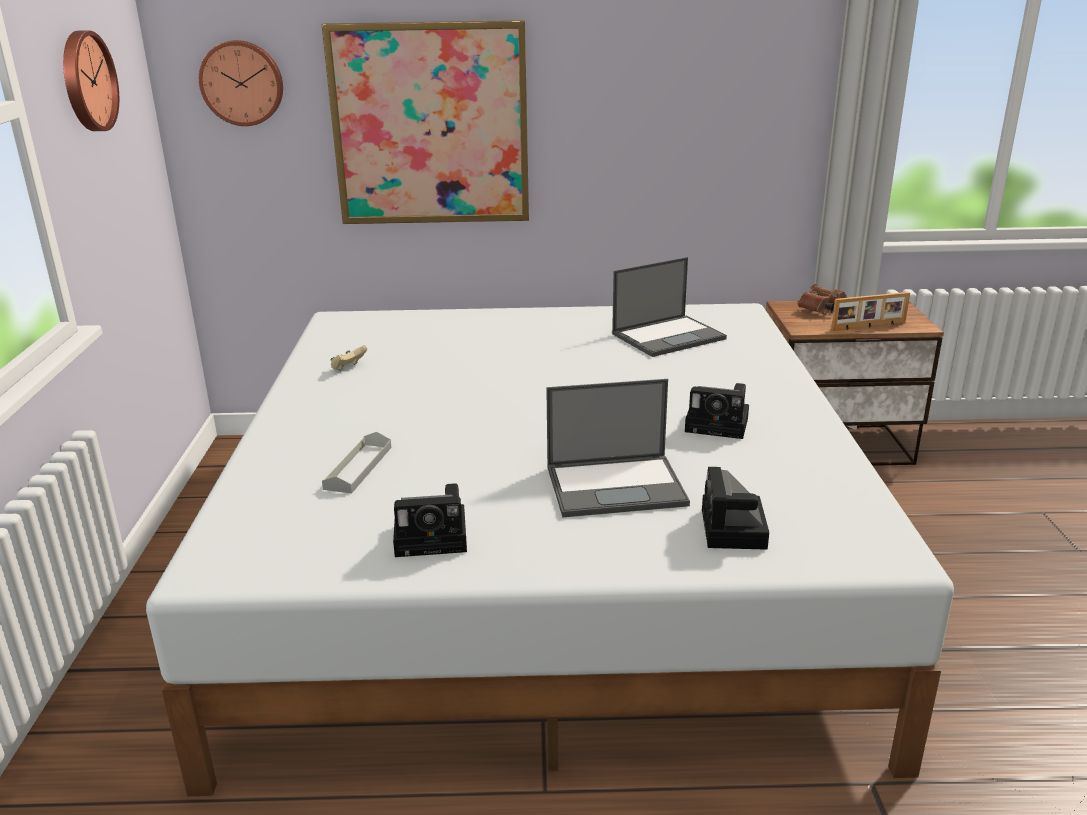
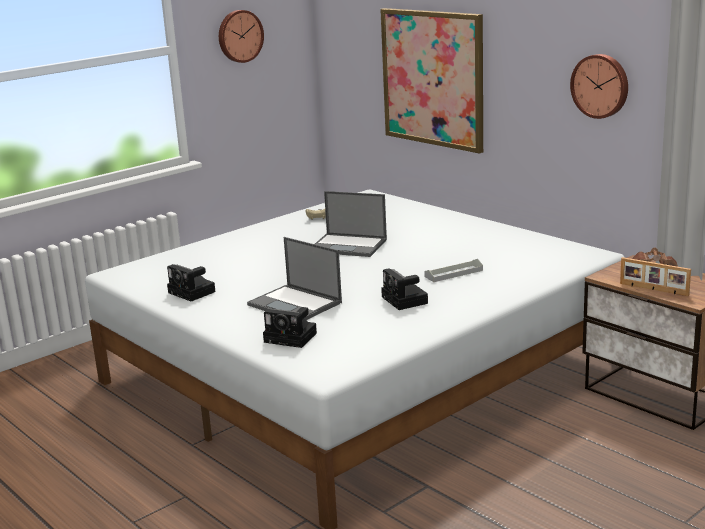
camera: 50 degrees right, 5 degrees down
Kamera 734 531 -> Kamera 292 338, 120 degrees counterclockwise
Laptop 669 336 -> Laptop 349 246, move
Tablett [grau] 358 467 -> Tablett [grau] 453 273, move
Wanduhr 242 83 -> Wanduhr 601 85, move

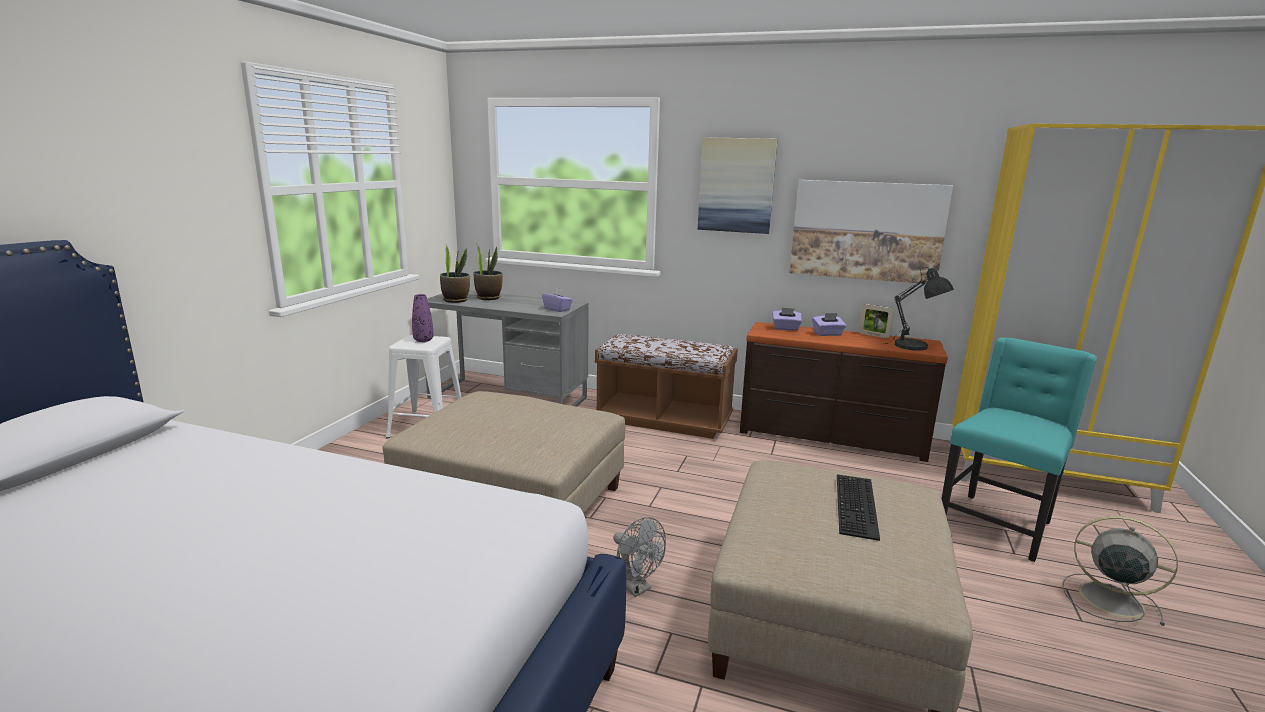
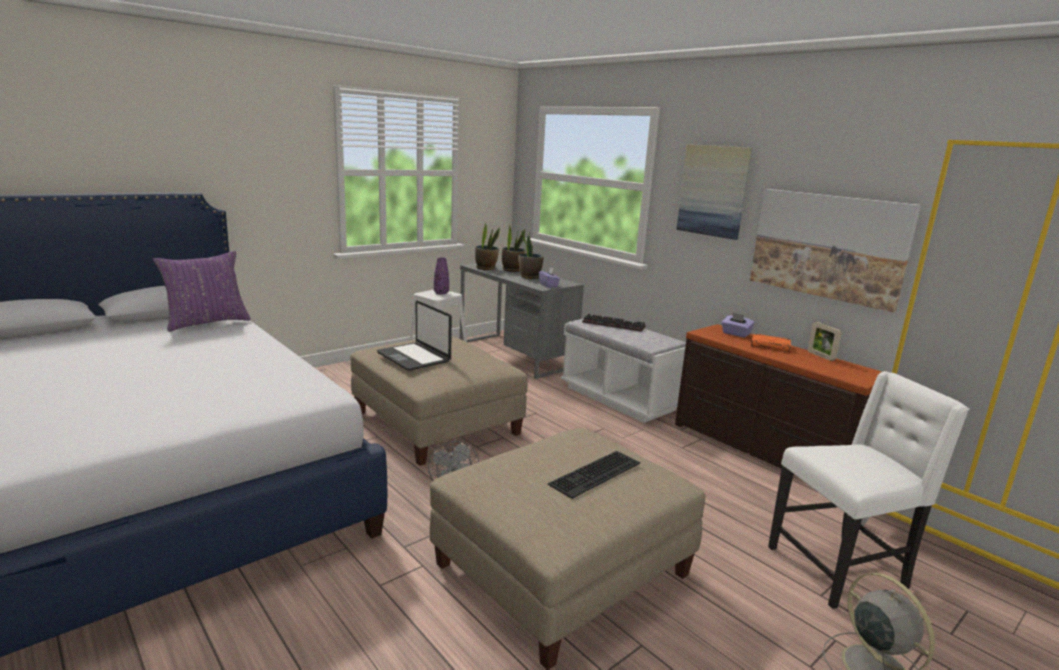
camera: 30 degrees right, 0 degrees up
none -> Kissen [lila] 207 323
none -> Laptop 414 357
none -> Topfpflanze 529 277
Bank [braun] 664 420 -> Bank [weiß] 619 398
none -> Tastatur 614 324
Taschentuchbox [lila] 827 334 -> Buch [orange] 770 346
Stuhl [türkis] 996 524 -> Stuhl [weiß] 839 569
Tischlampe [grau] 914 347 -> none

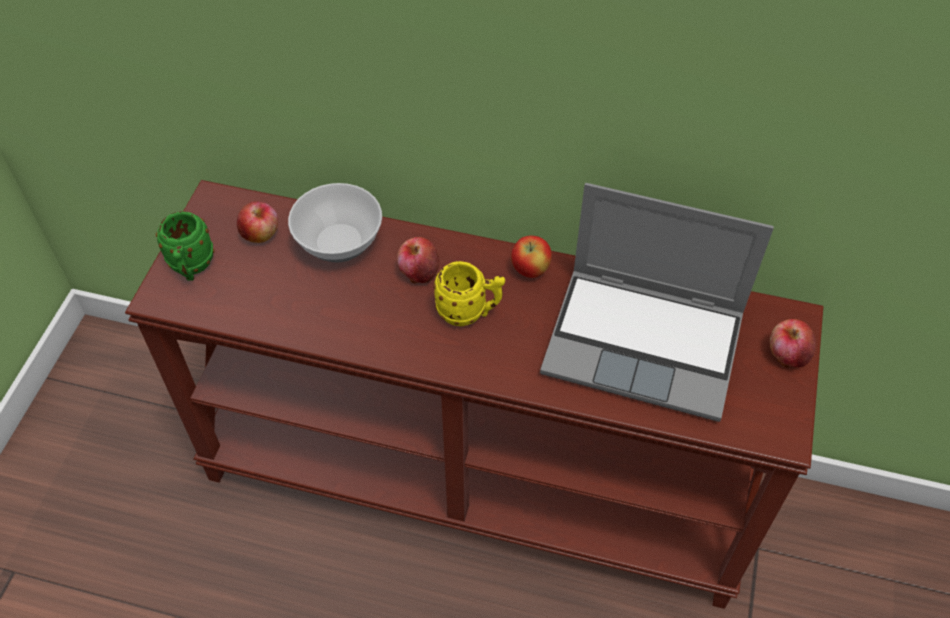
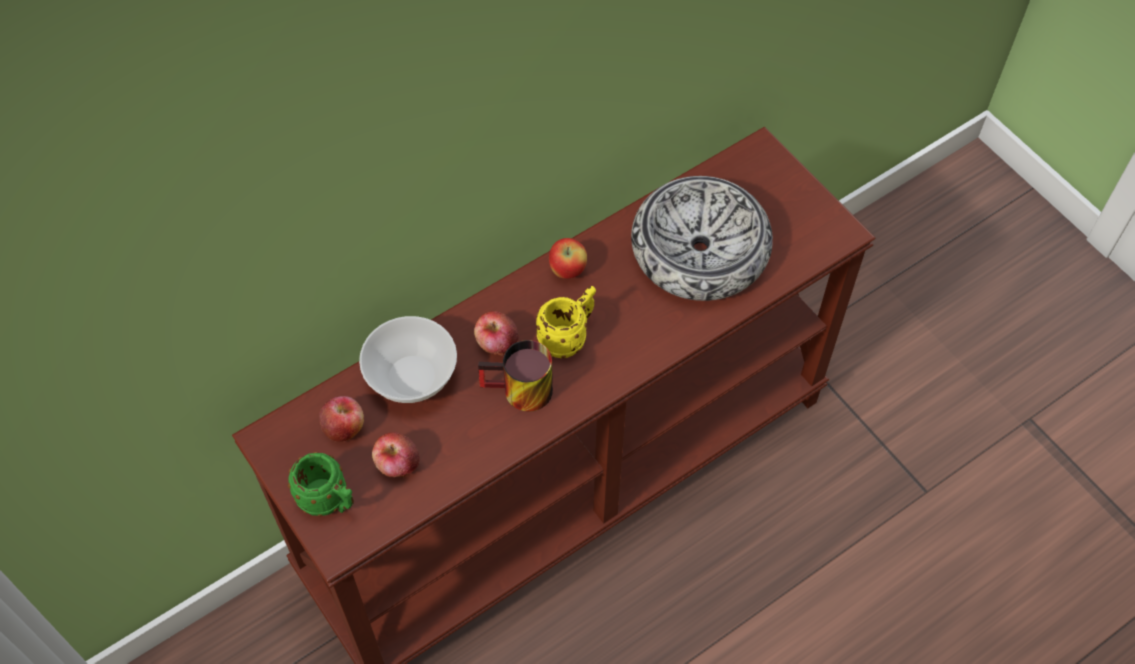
camera: 50 degrees left, 5 degrees up
Apfel 787 354 -> Apfel 397 464, move
none -> Henkelbecher 519 394
Laptop 646 343 -> Schüssel 699 250

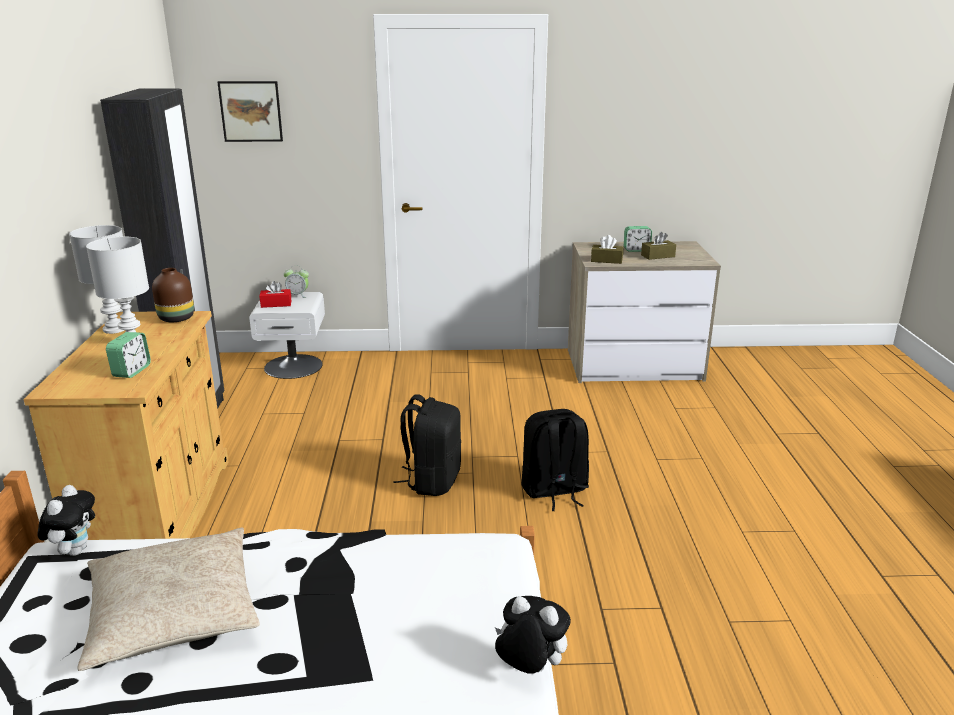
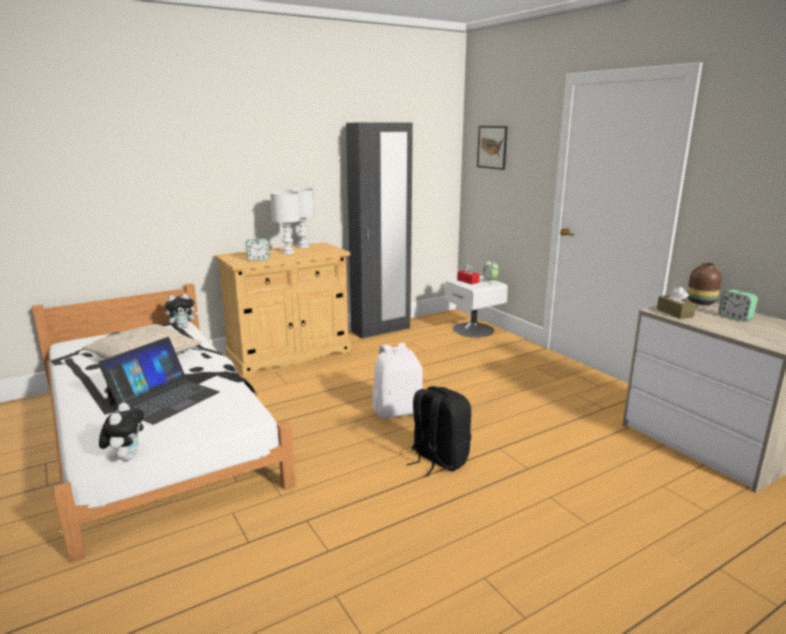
camera: 60 degrees right, 5 degrees down
none -> Laptop 164 398
Rucksack [schwarz] 432 481 -> Rucksack [weiß] 397 411
Vase [braun] 176 318 -> Vase [braun] 700 302, move
Taschentuchbox [braun] 658 256 -> none

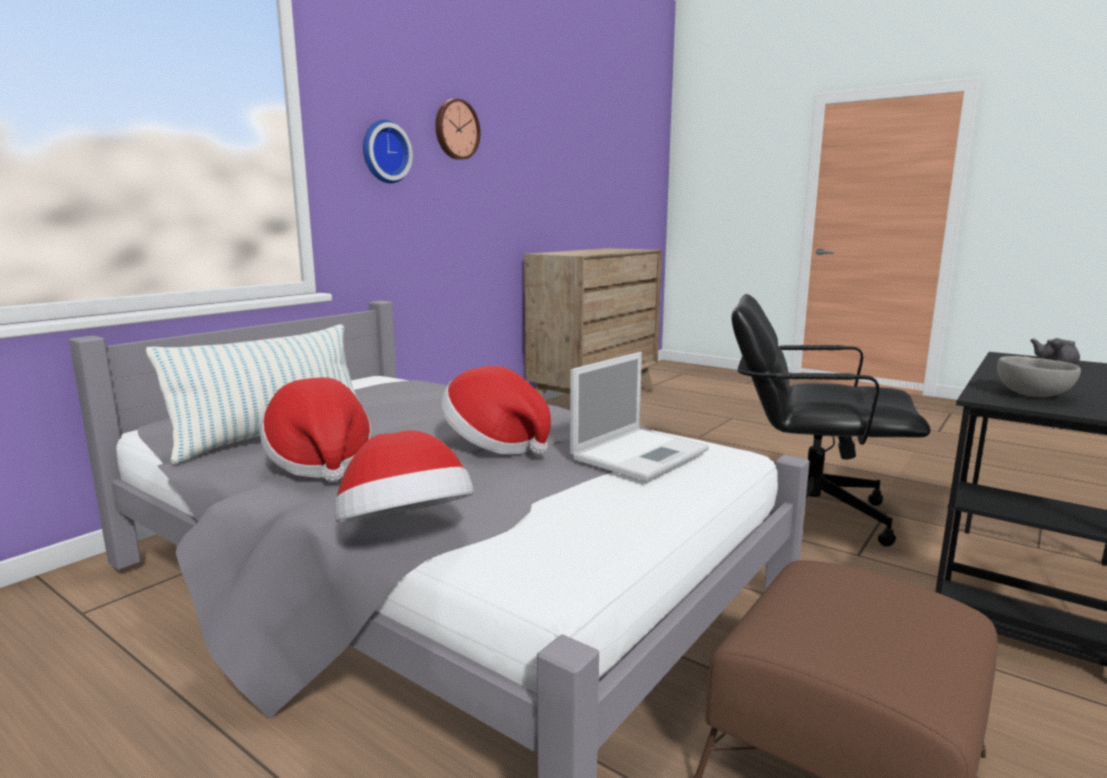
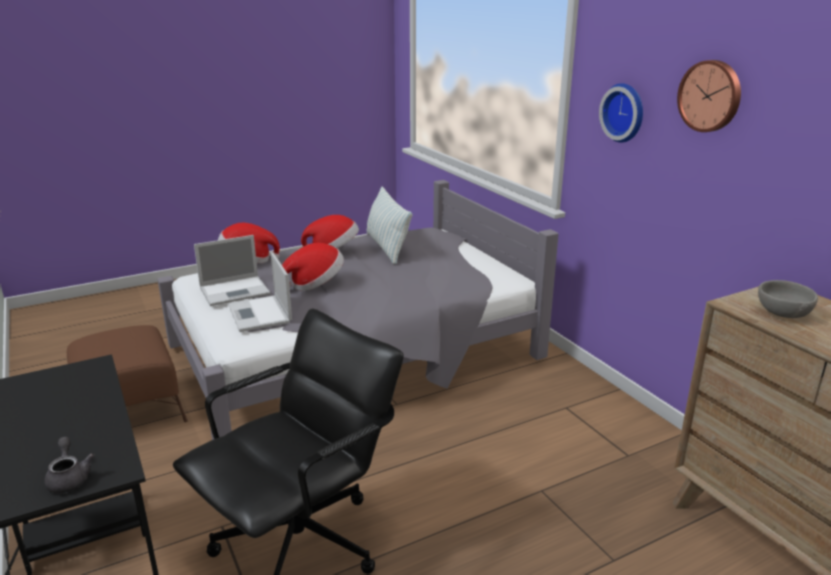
camera: 115 degrees right, 10 degrees up
none -> Laptop 236 291
Schüssel [grau] 1030 394 -> Schüssel [grau] 783 313, move

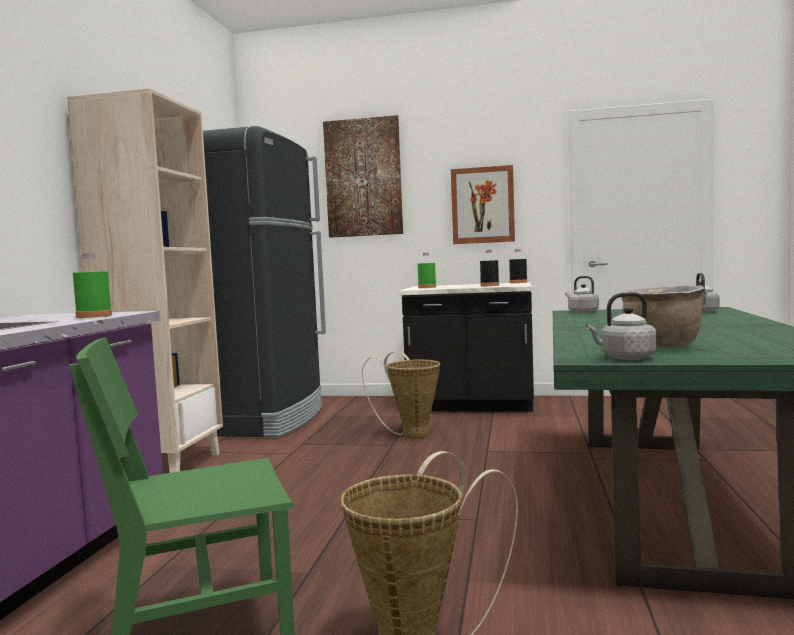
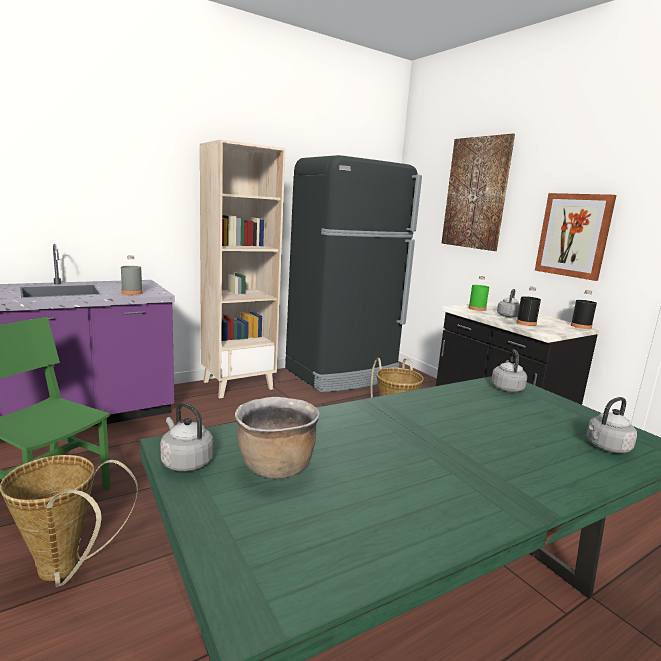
camera: 45 degrees right, 10 degrees up
Flasche [grün] 94 316 -> Flasche [grau] 132 293
none -> Wasserkessel [grau] 508 316

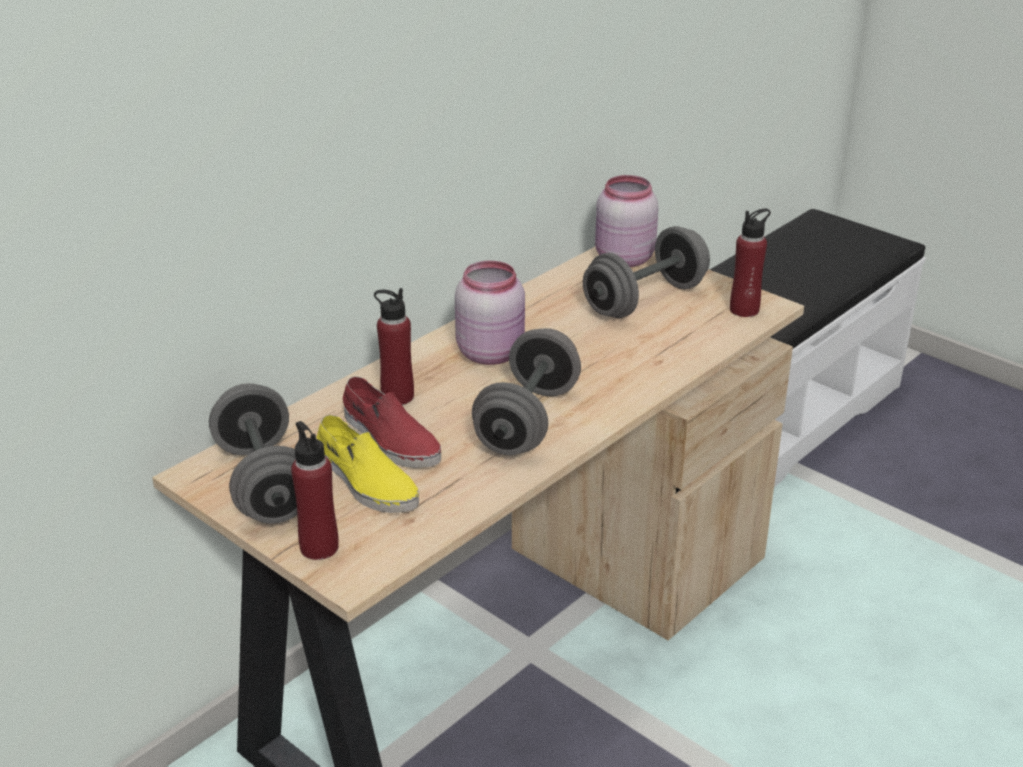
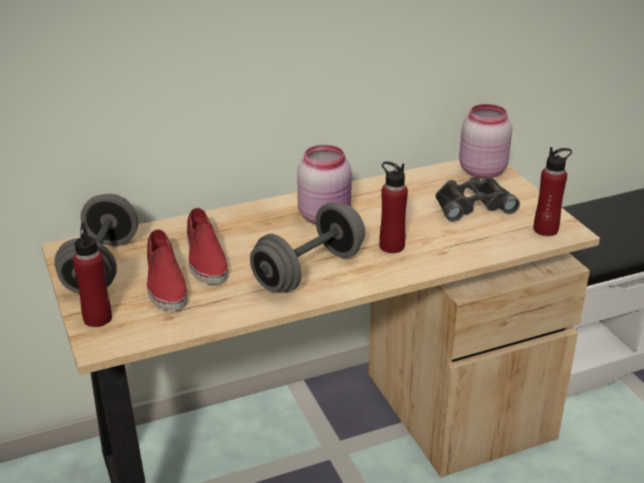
camera: 25 degrees right, 0 degrees up
Schuh [gelb] 366 481 -> Schuh [rot] 165 283
Flasche [rot] 397 396 -> Flasche [rot] 391 246, move
Hantel [grau] 645 300 -> Fernglas [schwarz] 472 204

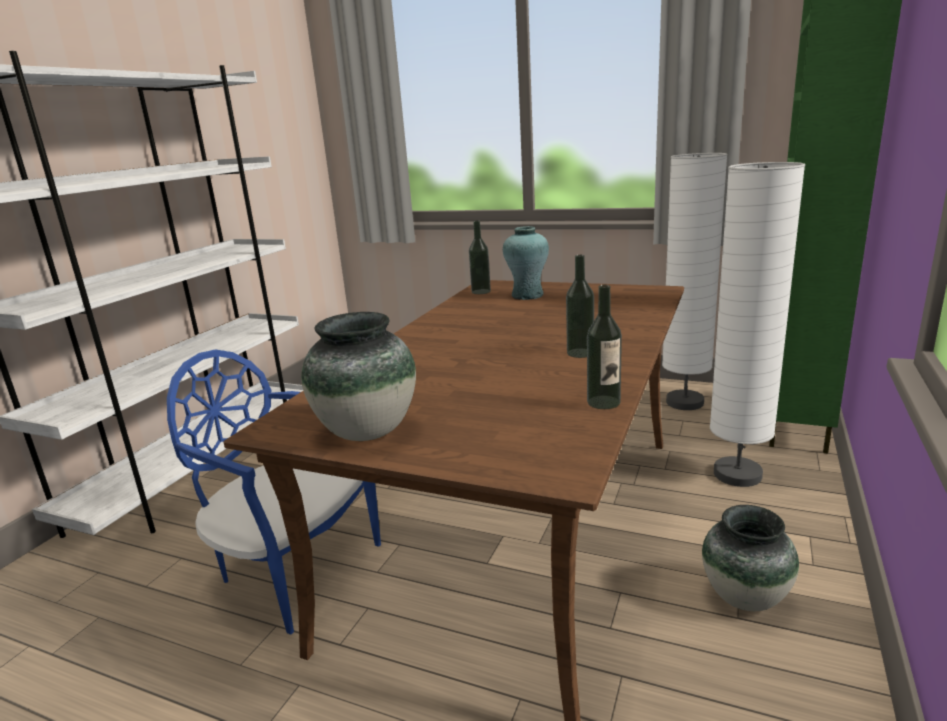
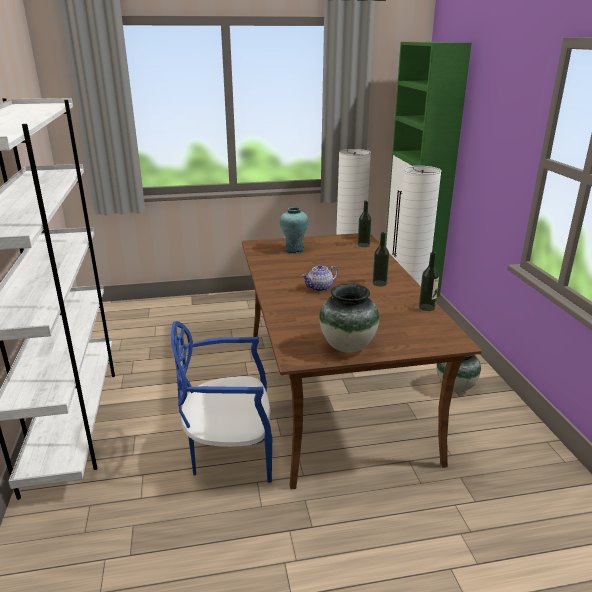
camera: 35 degrees left, 5 degrees up
none -> Teekanne 319 288
Flasche 481 291 -> Flasche 363 245, move

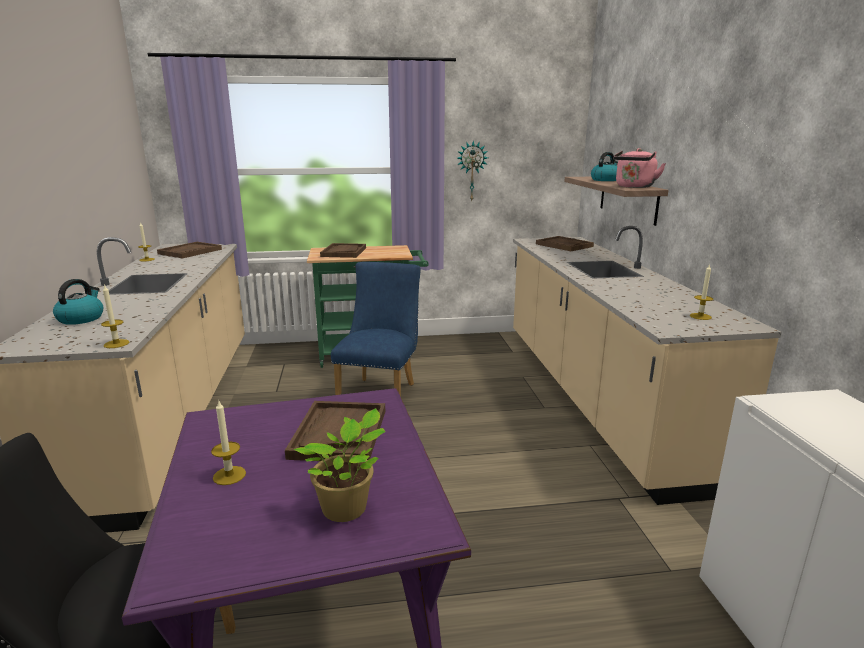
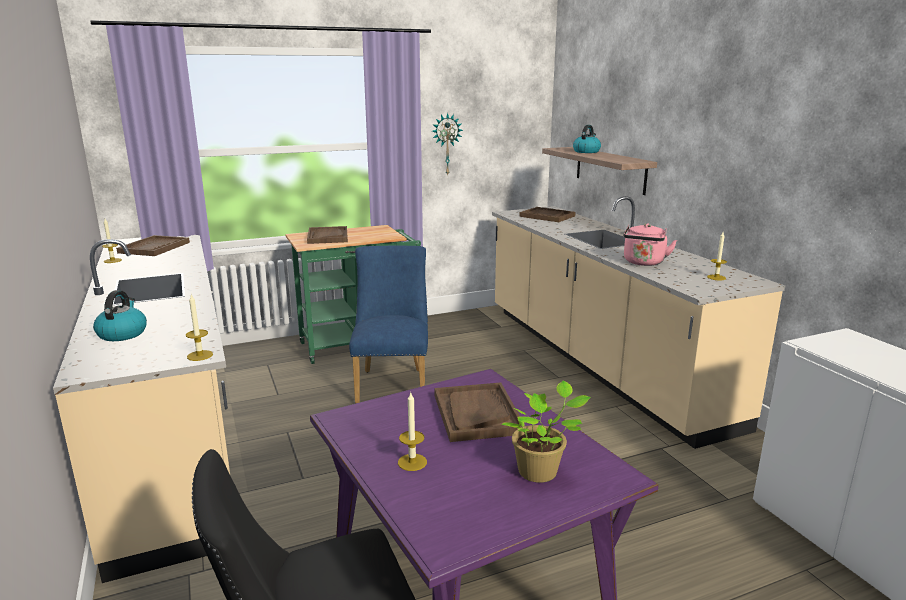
camera: 15 degrees left, 0 degrees up
Wasserkessel [rosa] 634 187 -> Wasserkessel [rosa] 643 263, move

